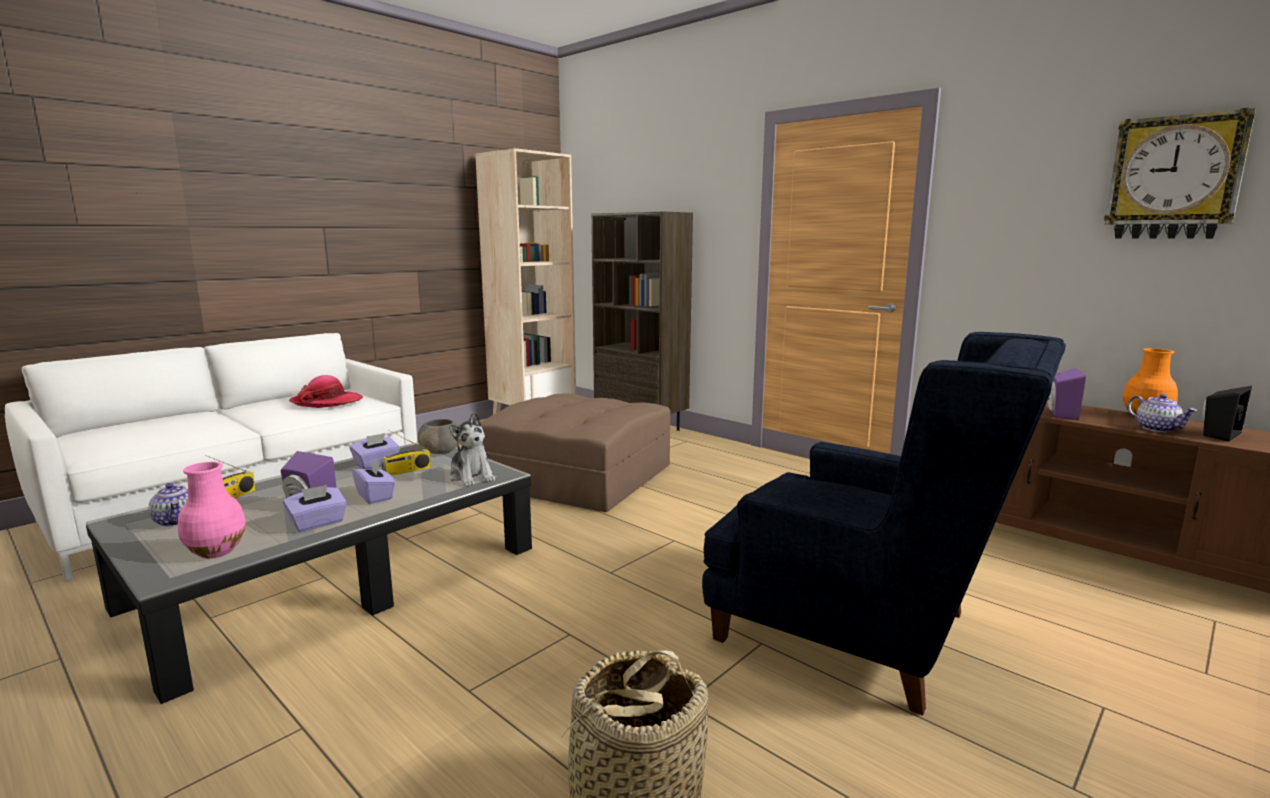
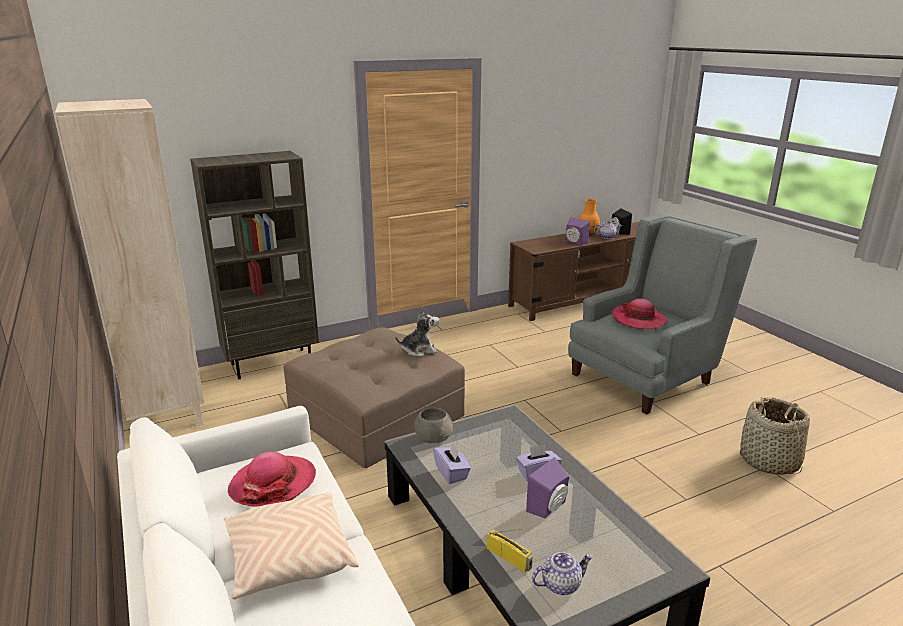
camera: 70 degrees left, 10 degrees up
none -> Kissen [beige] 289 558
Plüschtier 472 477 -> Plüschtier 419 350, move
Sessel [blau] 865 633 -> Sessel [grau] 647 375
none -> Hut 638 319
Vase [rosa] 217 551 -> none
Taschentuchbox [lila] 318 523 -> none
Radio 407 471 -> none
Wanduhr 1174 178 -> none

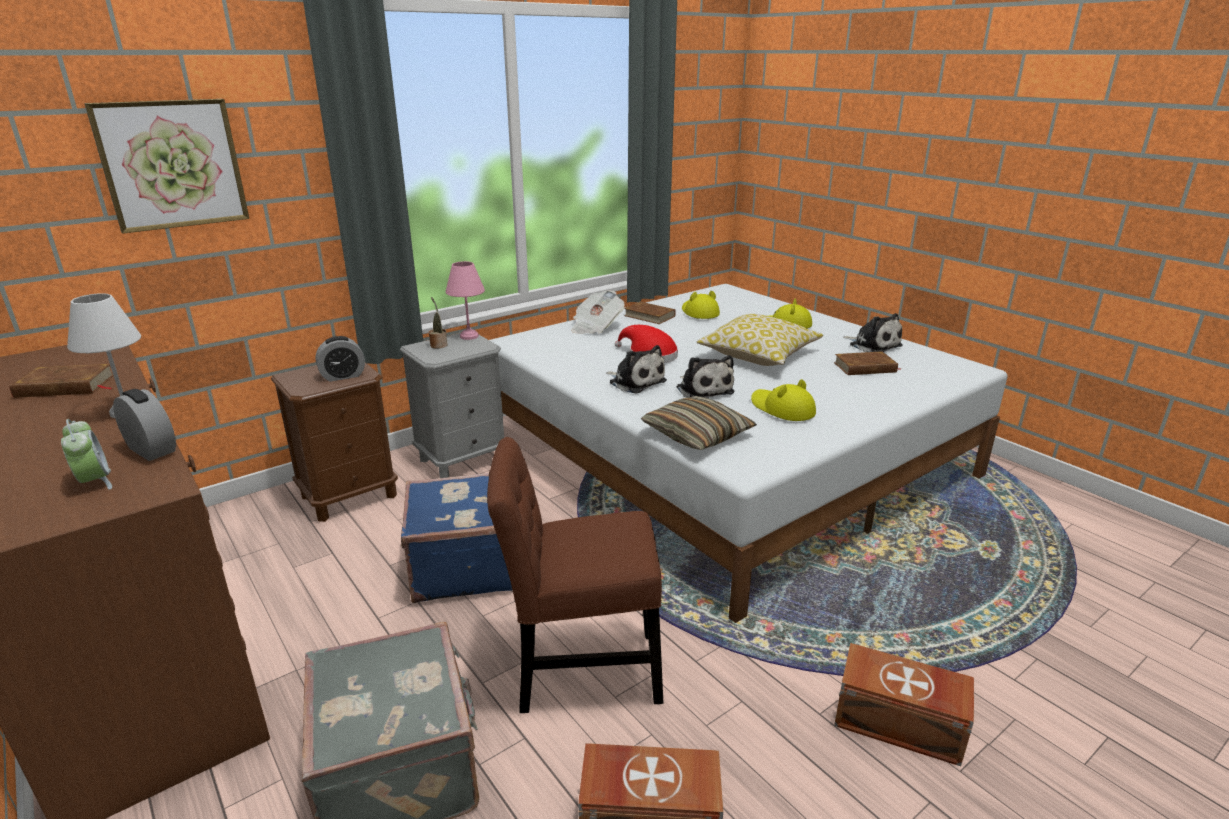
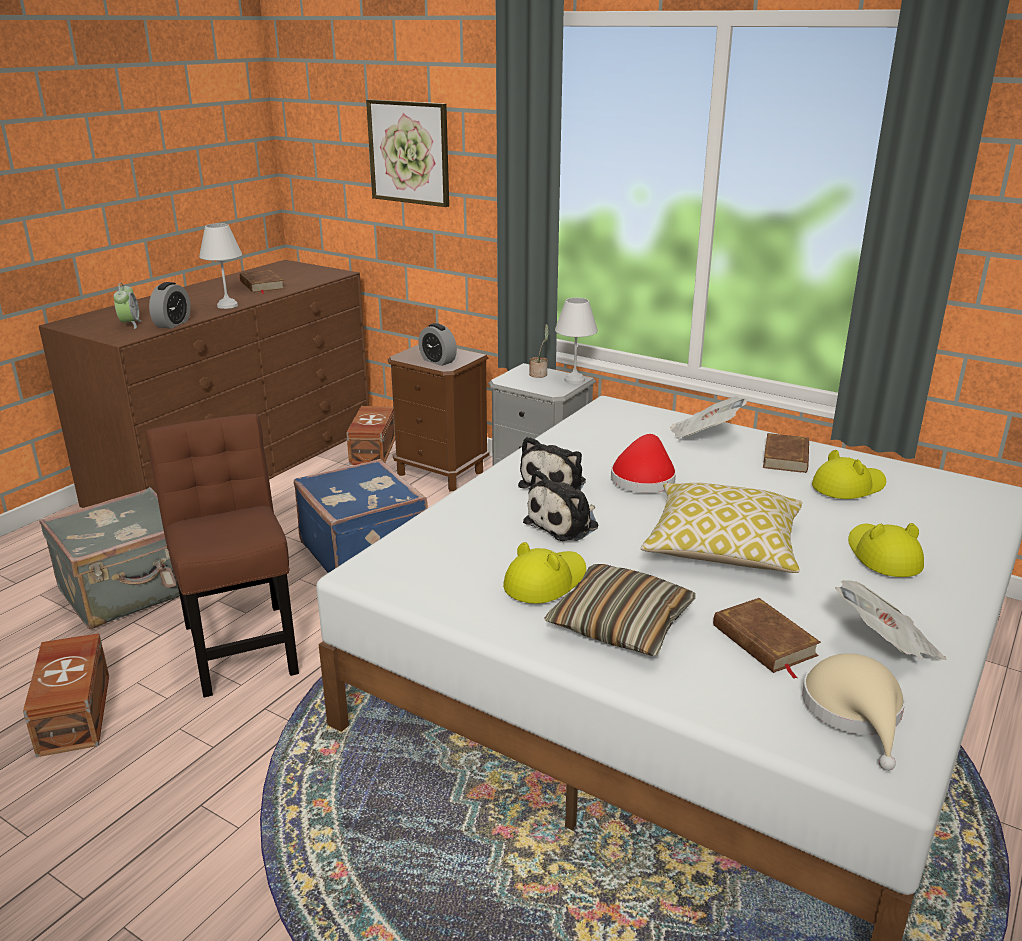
camera: 70 degrees right, 0 degrees up
Wecker 95 482 -> Wecker 130 324, 45 degrees counterclockwise
Aufbewahrungsbox [braun] 900 725 -> Aufbewahrungsbox [braun] 372 451, move
Kissen 697 434 -> Kissen 621 623, move
Tischlampe [rosa] 469 336 -> Tischlampe [weiß] 575 380
none -> Hut [beige] 855 712
Plüschtier 873 345 -> Zeitung 885 645

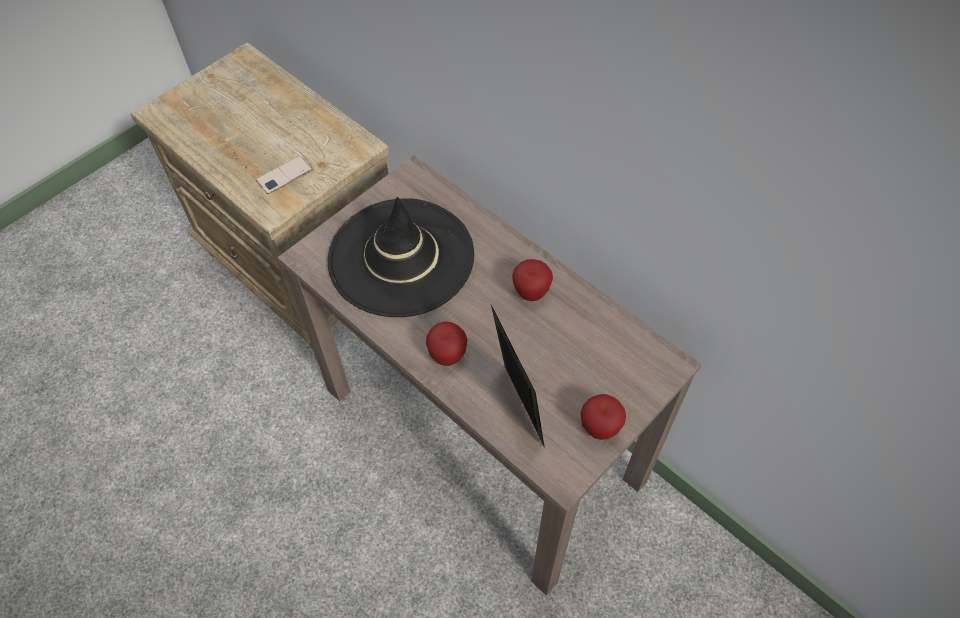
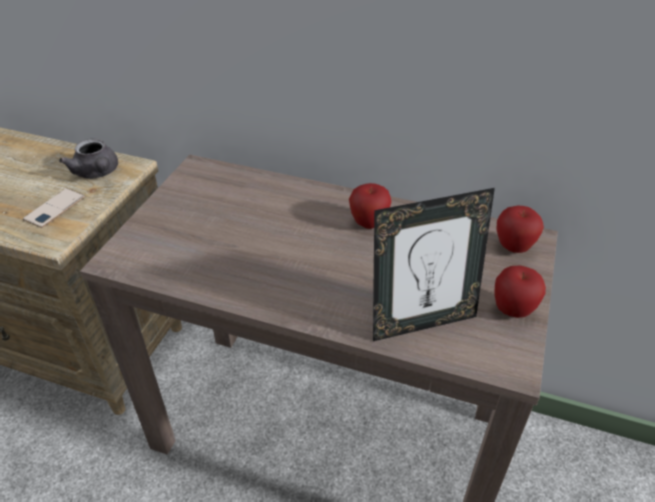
camera: 25 degrees left, 15 degrees down
none -> Teekanne [grau] 97 173
Bilderrahmen 516 409 -> Bilderrahmen 421 322, 120 degrees clockwise
Apfel 447 356 -> Apfel 513 247, move
Hut [schwarz] 401 257 -> none

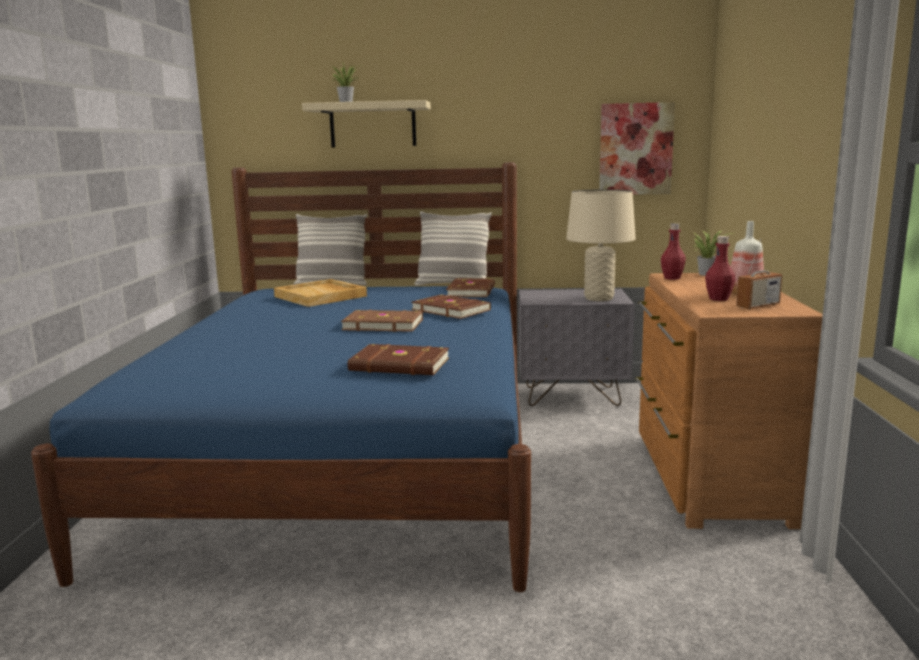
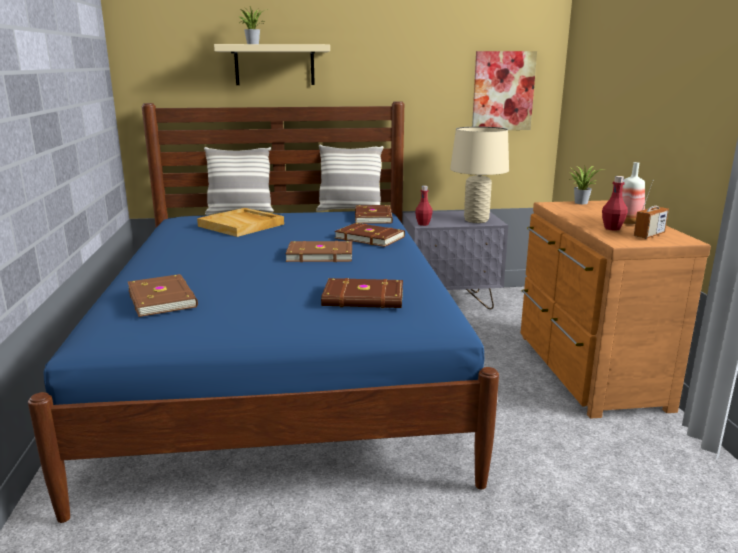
camera: 10 degrees left, 5 degrees up
none -> Buch [braun] 163 298
Flasche [rot] 672 278 -> Flasche [rot] 423 224, move

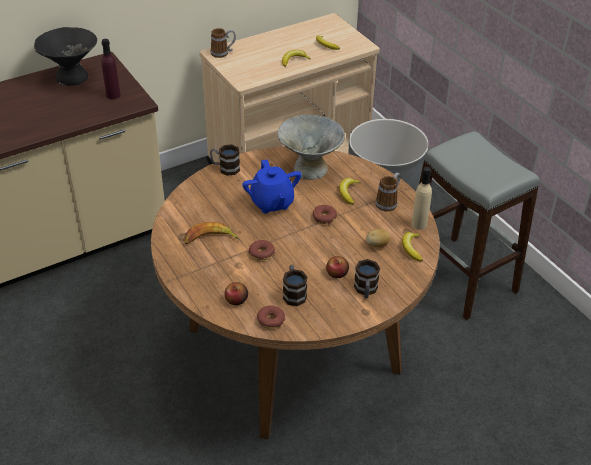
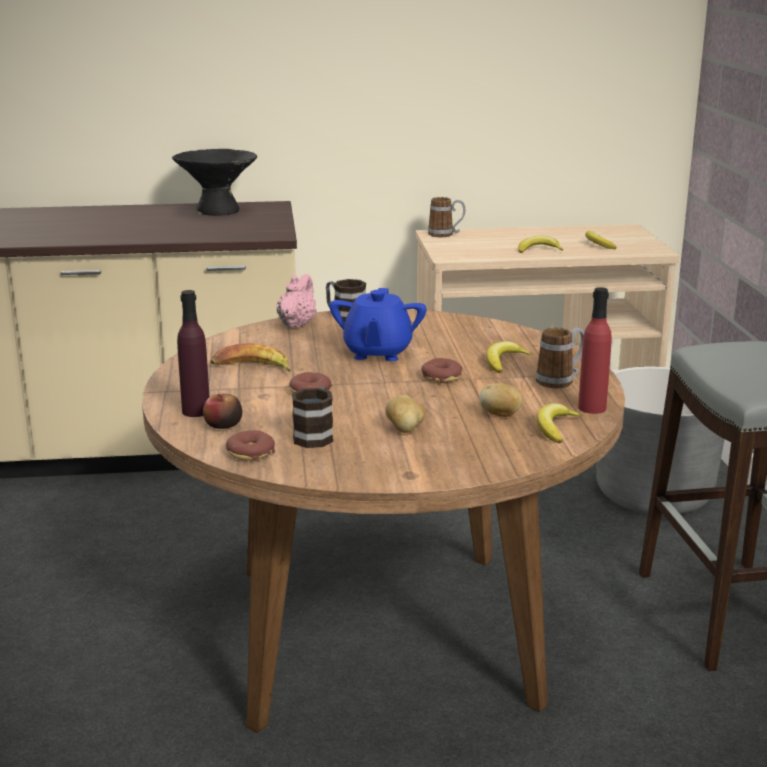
camera: 25 degrees right, 20 degrees down
Flasche [lila] 113 95 -> Flasche [lila] 196 411, move
none -> Teekanne [rosa] 297 324
Apfel 337 273 -> Kartoffel 405 430
Flasche [beige] 419 224 -> Flasche [rot] 592 408
Schüssel [grau] 310 169 -> none
Henkelbecher 365 290 -> none

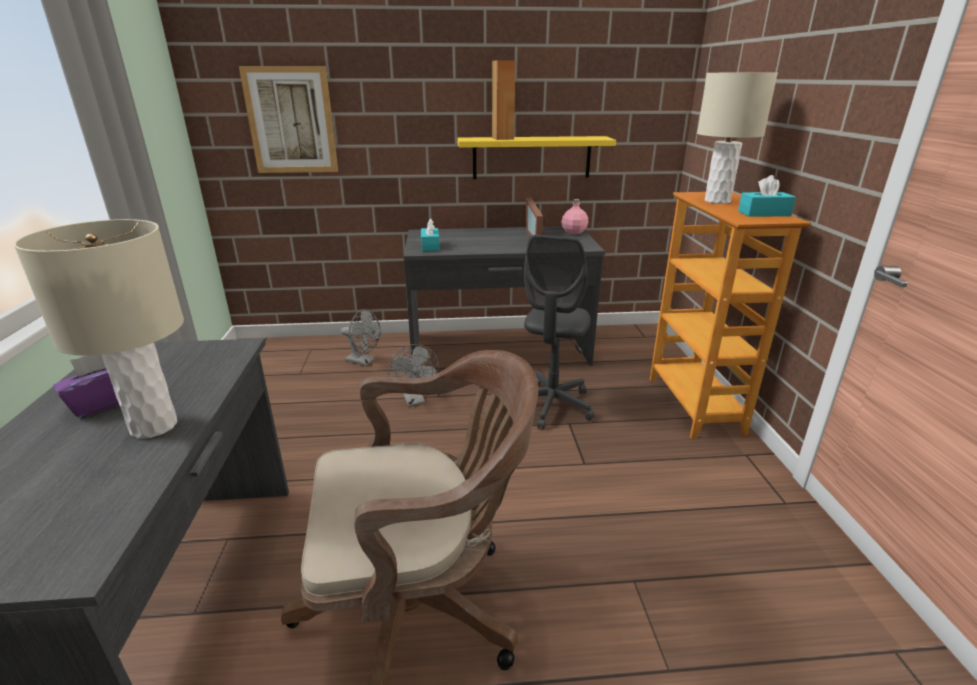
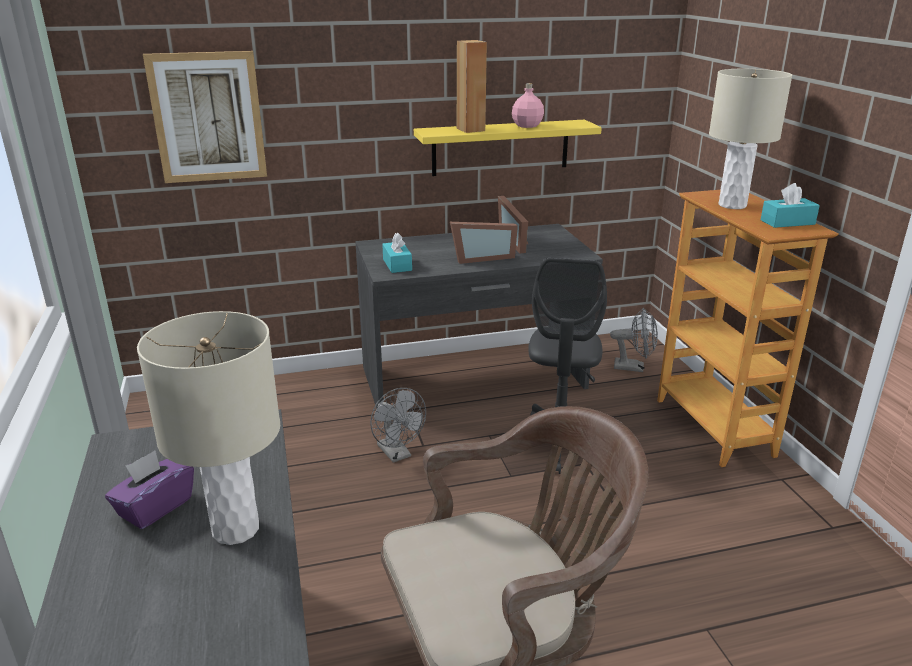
camera: 10 degrees left, 0 degrees up
none -> Bilderrahmen 481 257
Flasche [rosa] 574 232 -> Flasche [rosa] 527 126, move
Ventilator [grau] 364 361 -> Ventilator [grau] 634 367, move

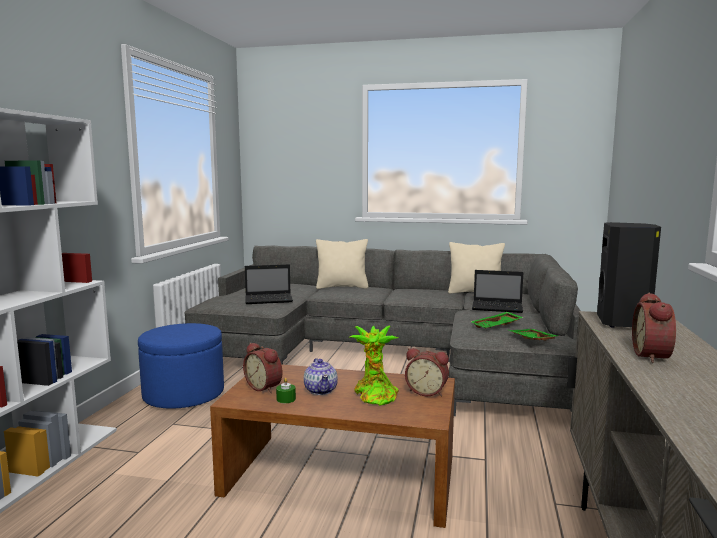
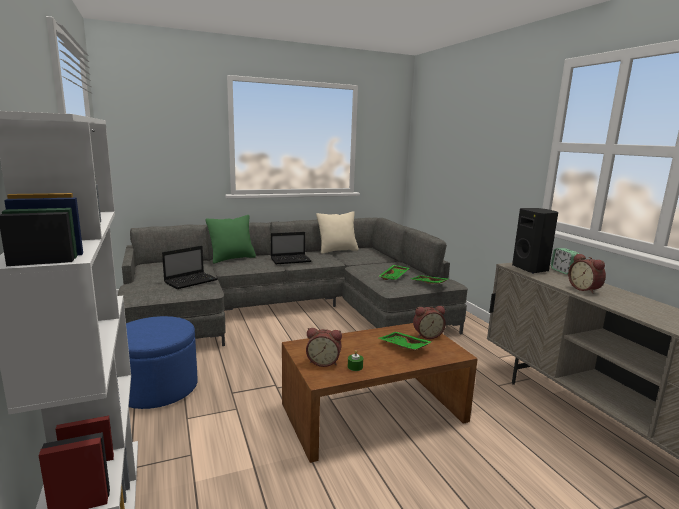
camera: 35 degrees left, 5 degrees up
Kissen [beige] 342 287 -> Kissen [grün] 232 258
Laptop 498 308 -> Laptop 291 260, move
Topfpflanze 374 395 -> Tablett [grün] 403 347
none -> Wecker 563 271
Teekanne 321 390 -> none

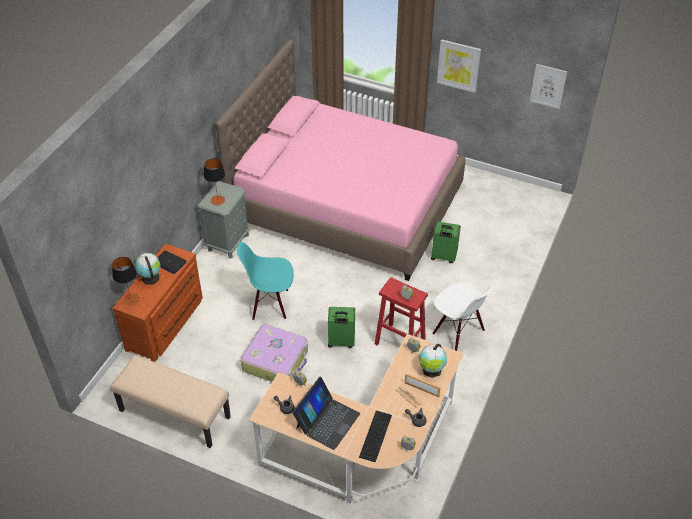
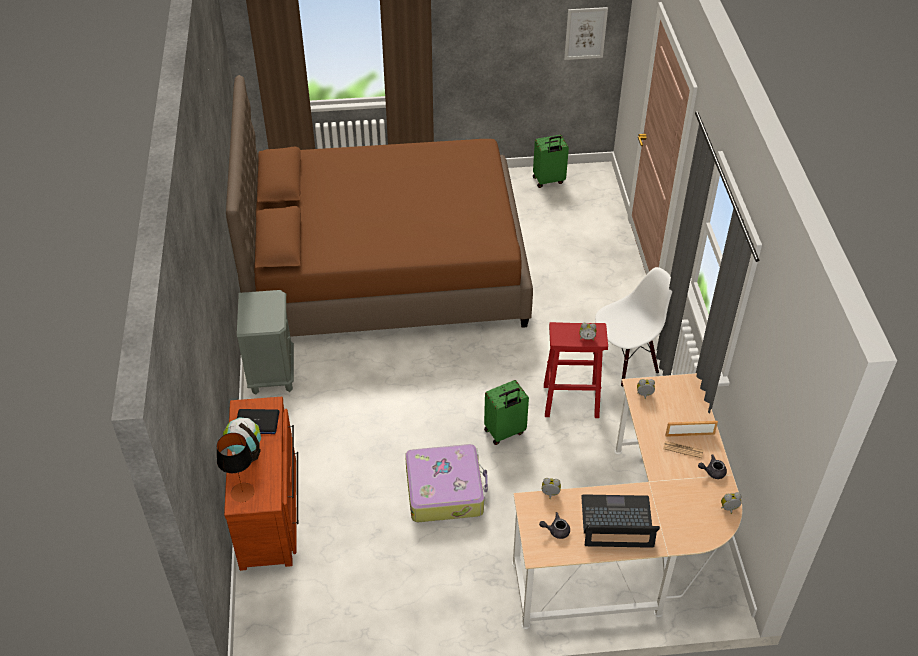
camera: 30 degrees left, 0 degrees up
Bett [rosa] 346 204 -> Bett [braun] 385 267
Koffer [grün] 443 257 -> Koffer [grün] 548 180, move
Laptop 327 421 -> Laptop 617 522, 90 degrees counterclockwise
Stuhl [weiß] 458 332 -> Stuhl [weiß] 625 362, 45 degrees counterclockwise
Bank [beige] 174 414 -> none
Tischlampe 217 200 -> none
Stuhl [türkis] 270 304 -> none
Tastatur 374 436 -> none
Globus 431 370 -> none
Bild 458 65 -> none

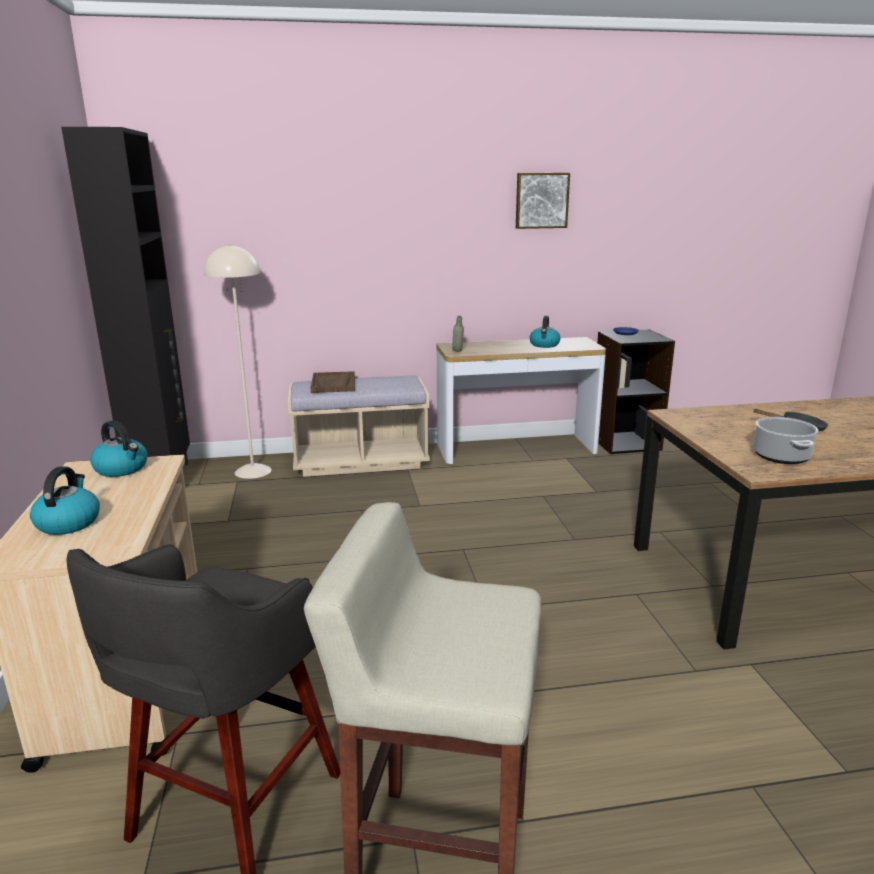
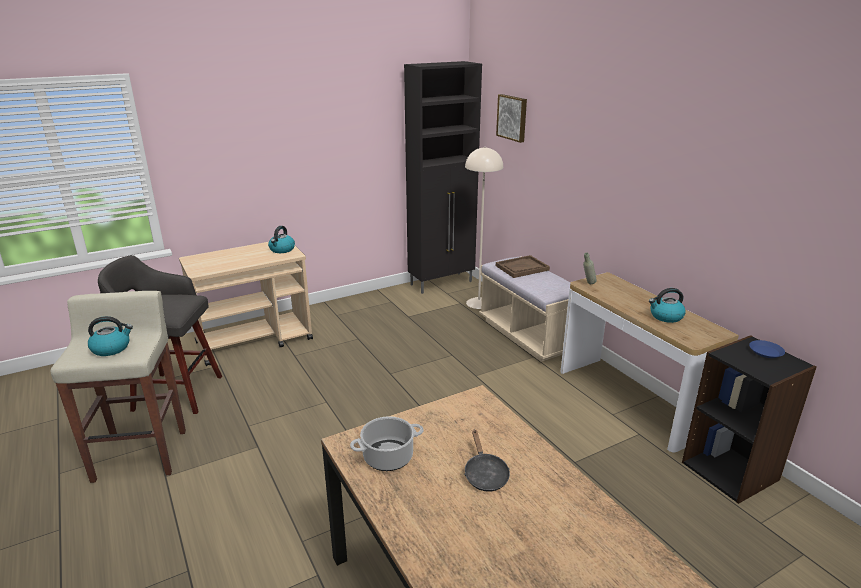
camera: 70 degrees right, 5 degrees up
Wasserkessel 68 522 -> Wasserkessel 111 348, move
Bild 541 200 -> Bild 512 117, move

